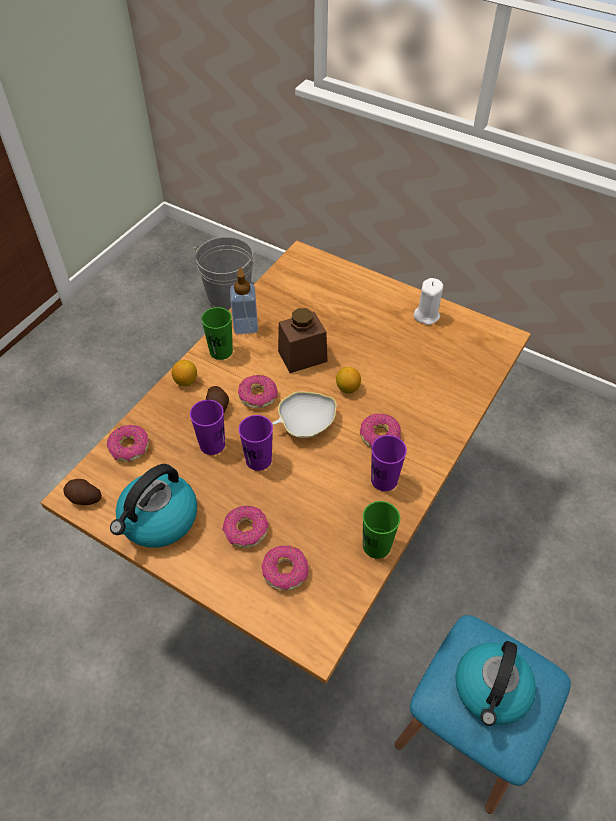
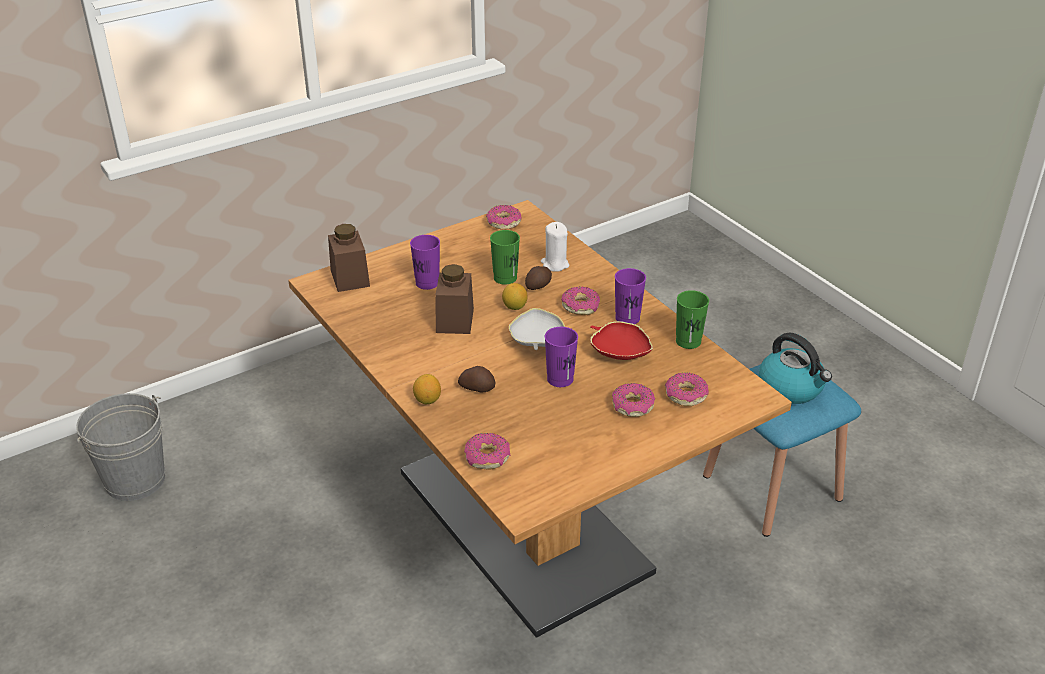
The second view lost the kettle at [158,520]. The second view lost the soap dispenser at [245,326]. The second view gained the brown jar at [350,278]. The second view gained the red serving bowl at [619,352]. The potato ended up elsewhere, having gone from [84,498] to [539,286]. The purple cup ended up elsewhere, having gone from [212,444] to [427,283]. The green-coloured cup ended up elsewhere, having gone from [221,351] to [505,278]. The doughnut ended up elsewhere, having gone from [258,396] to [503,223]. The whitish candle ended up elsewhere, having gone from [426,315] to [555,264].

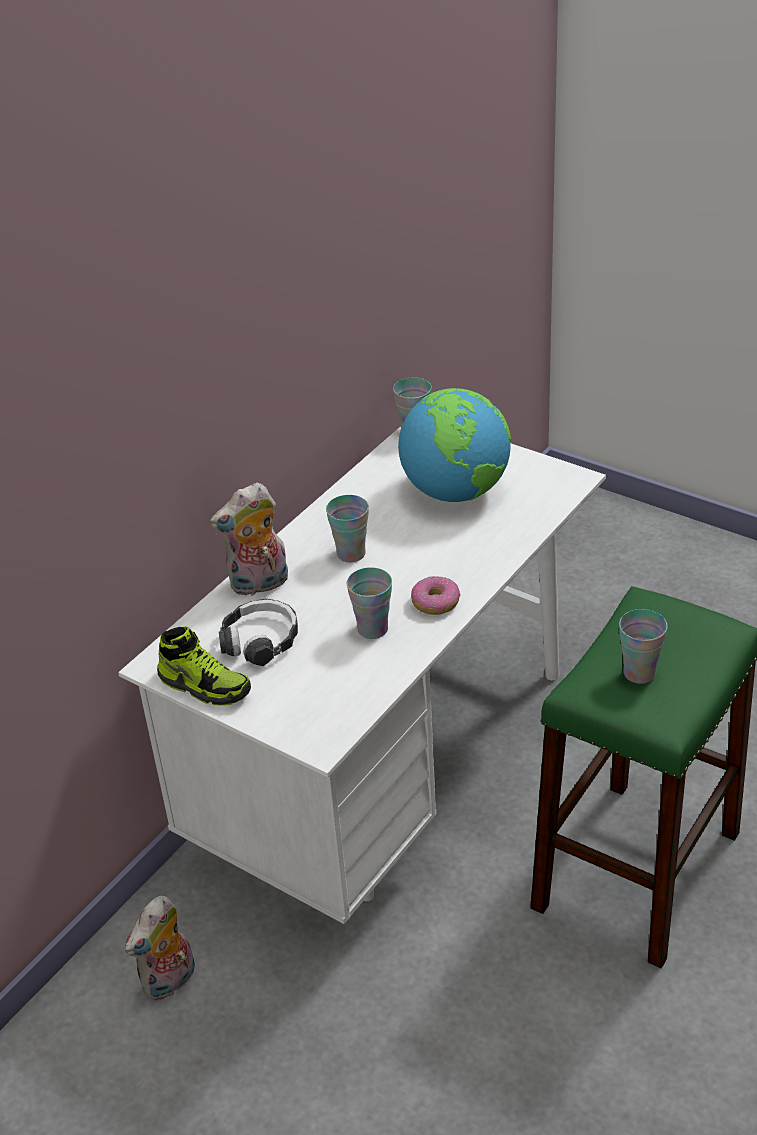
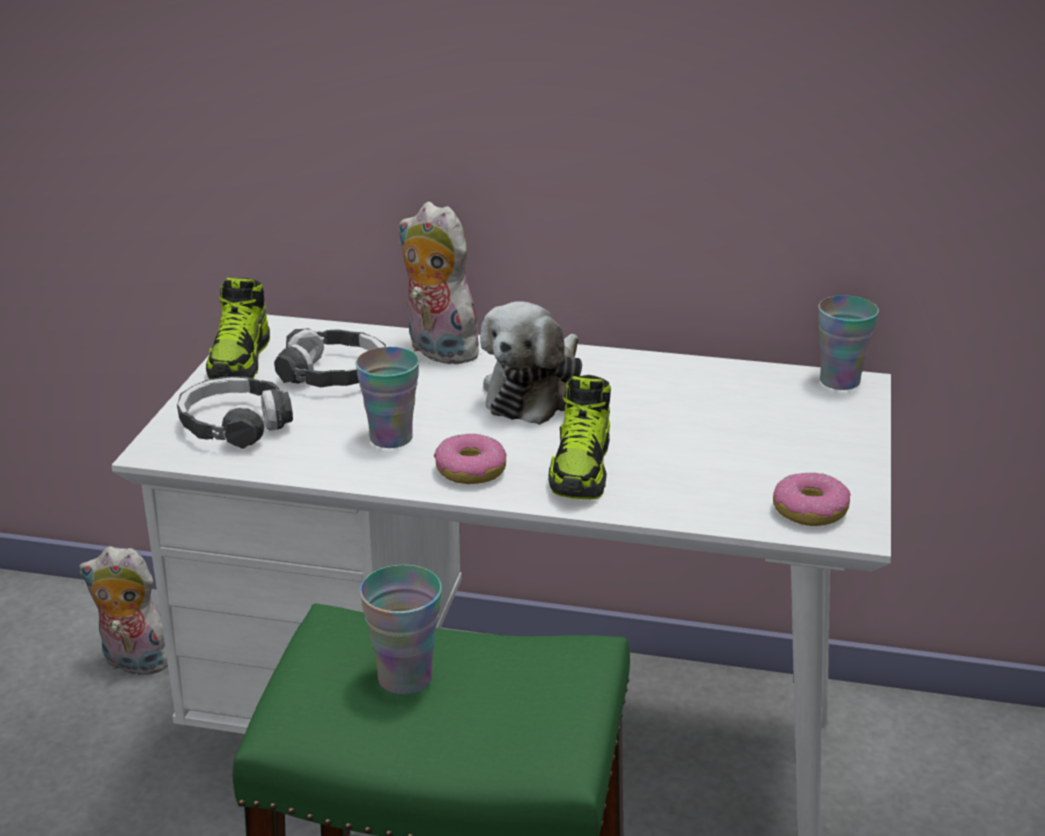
The second view lost the desk globe at [456,491]. The second view gained the headset at [235,425]. The second view gained the shoe at [582,470]. The second view gained the doughnut at [810,510]. Where the cup stood at [351,554], the cuddly toy came to stand at [535,393].

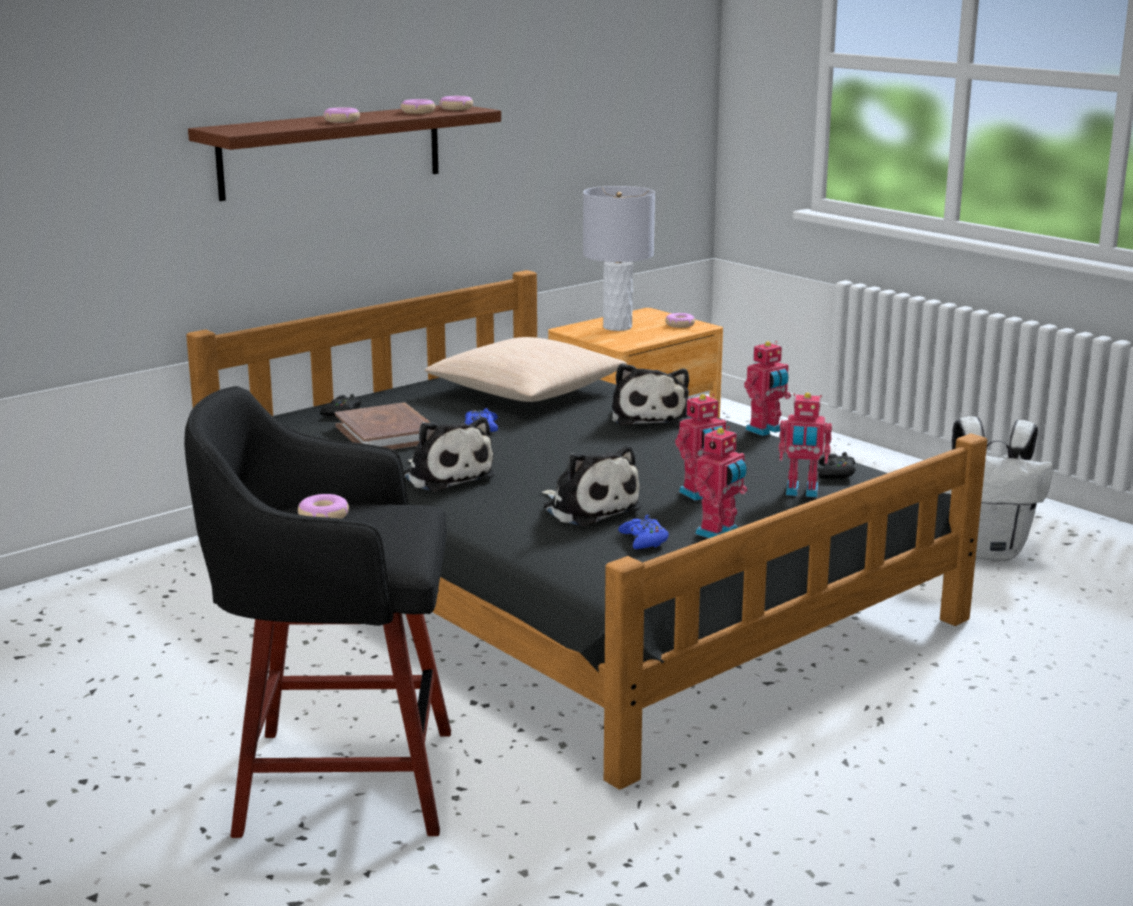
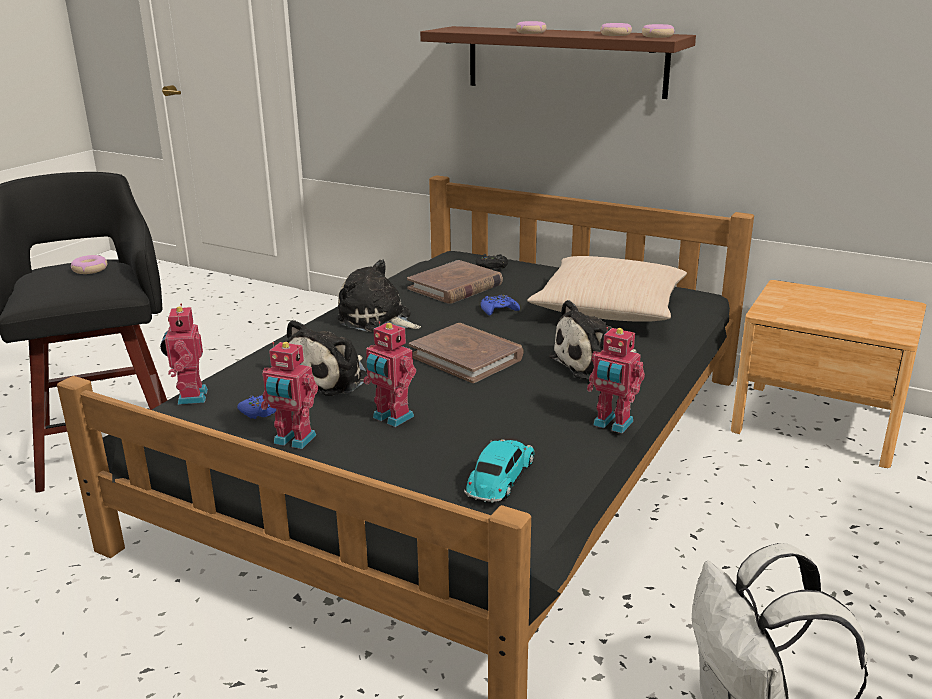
The second view lost the grey table lamp at [617,327]. The second view lost the doughnut at [680,325]. The second view gained the brown volume at [466,357]. The toy robot ended up elsewhere, having gone from [802,492] to [190,397]. Where the black gamepad stood at [836,473], the toy car came to stand at [500,479]. The cuddly toy at [446,475] ended up facing another way, 90 degrees clockwise from before.

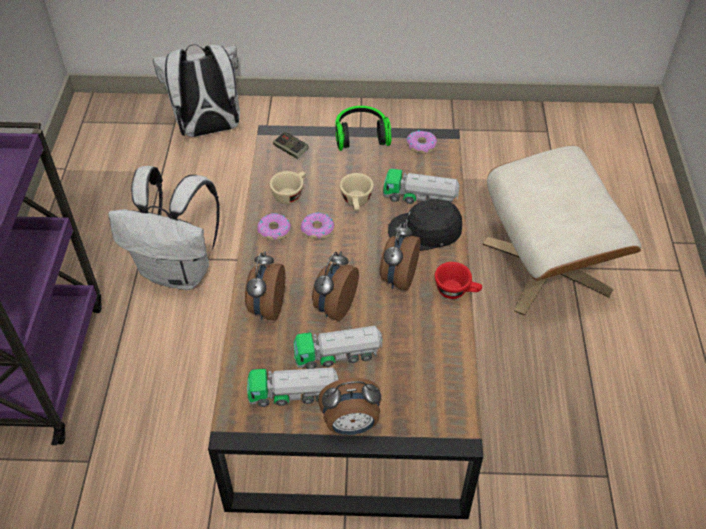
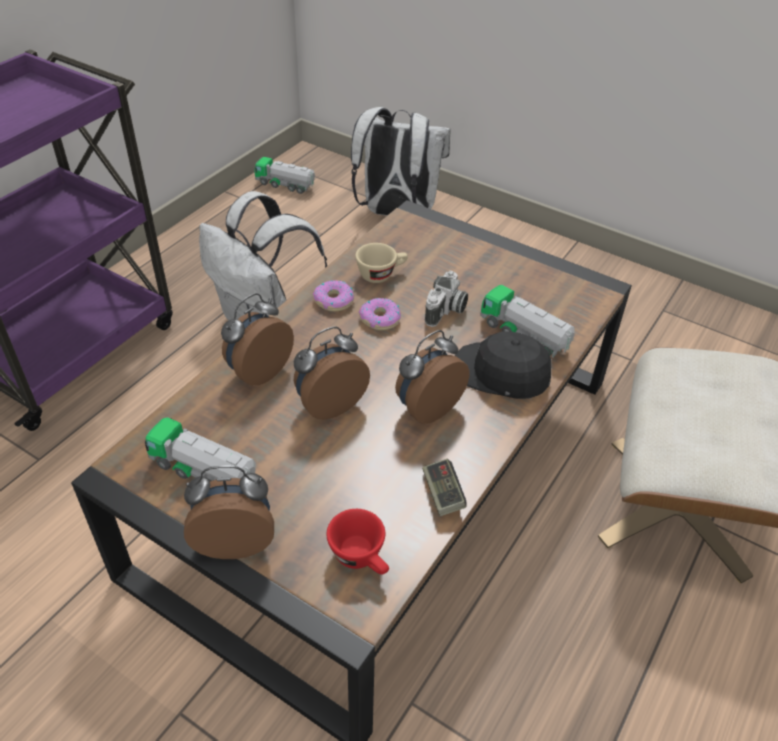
The second view lost the headset at [361,136]. The second view lost the doughnut at [421,145]. The gamepad ended up elsewhere, having gone from [290,150] to [442,494]. The toy lorry ended up elsewhere, having gone from [337,355] to [285,185]. The red cup ended up elsewhere, having gone from [456,291] to [362,558]. Where the beige cup stood at [357,203], the still camera came to stand at [446,311]. The table clock at [351,425] ended up facing another way, 150 degrees clockwise from before.

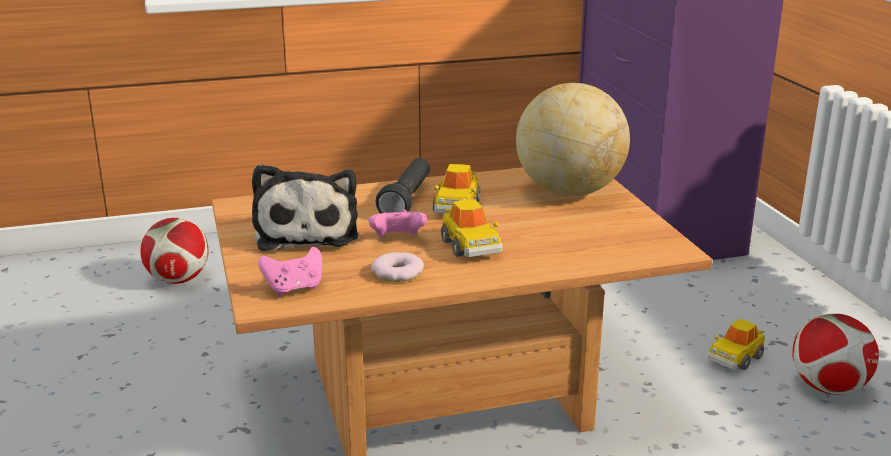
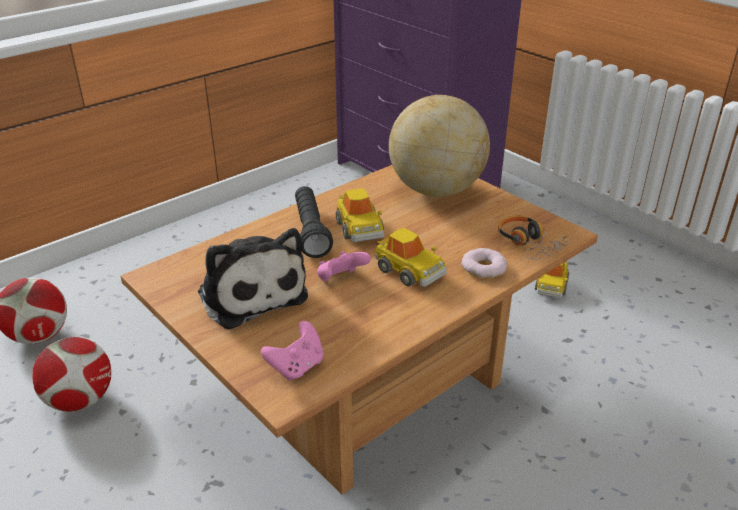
The second view gained the headset at [529,243]. The doughnut ended up elsewhere, having gone from [398,273] to [484,267]. The football ball ended up elsewhere, having gone from [828,388] to [80,401].

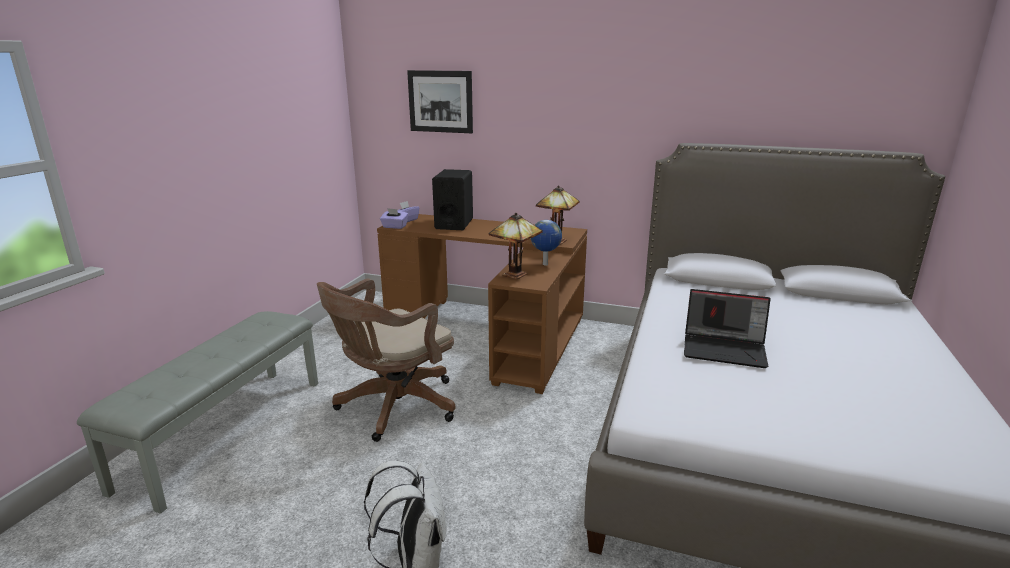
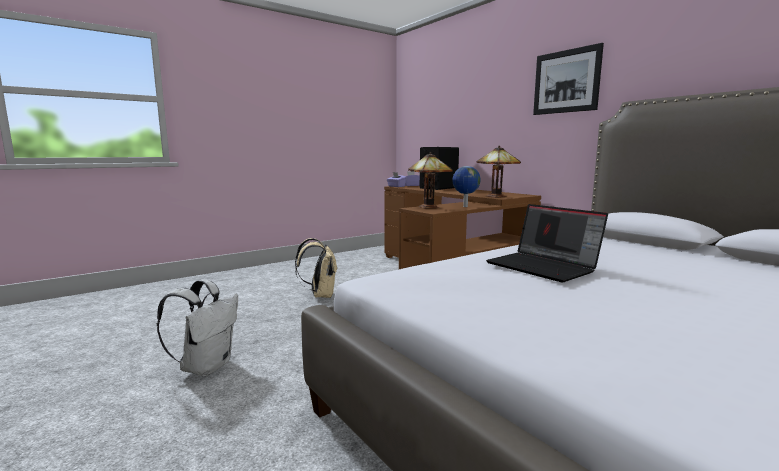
The second view lost the grey bench at [225,431]. The wall art ended up elsewhere, having gone from [440,101] to [566,81]. Where the brown computer chair stood at [393,408], the beige backpack came to stand at [320,295].

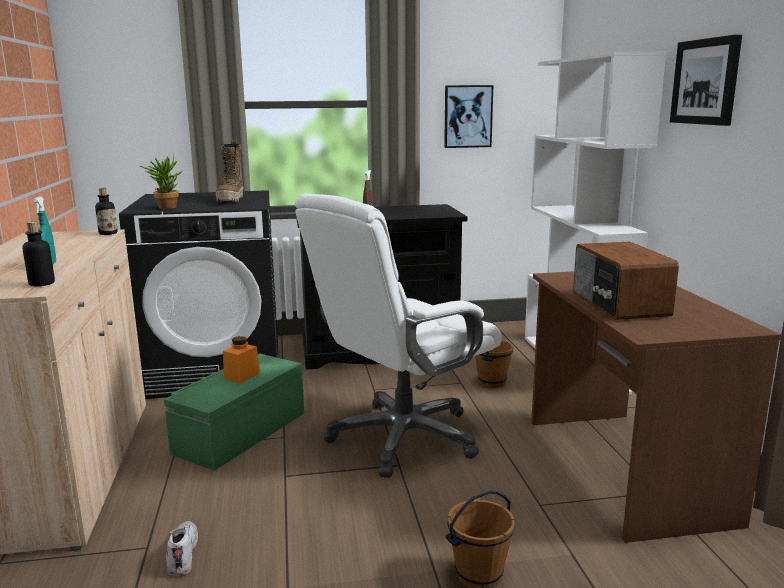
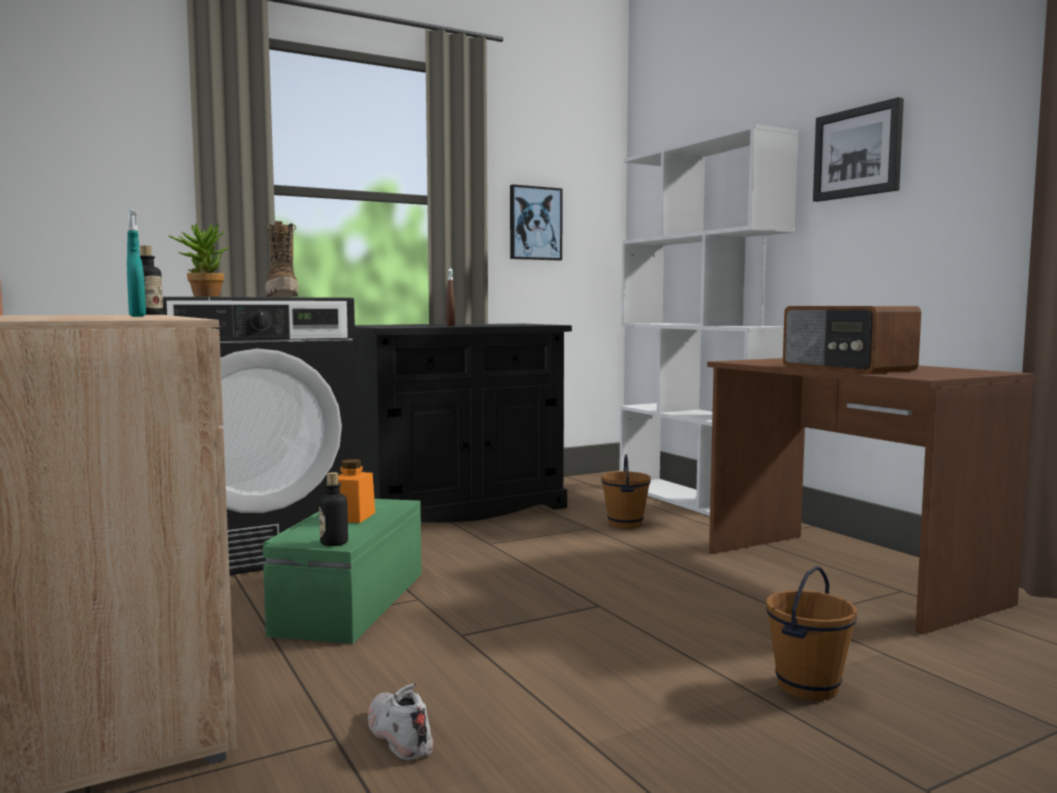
The second view lost the whitish computer chair at [403,438]. The beverage bottle ended up elsewhere, having gone from [42,283] to [334,543].

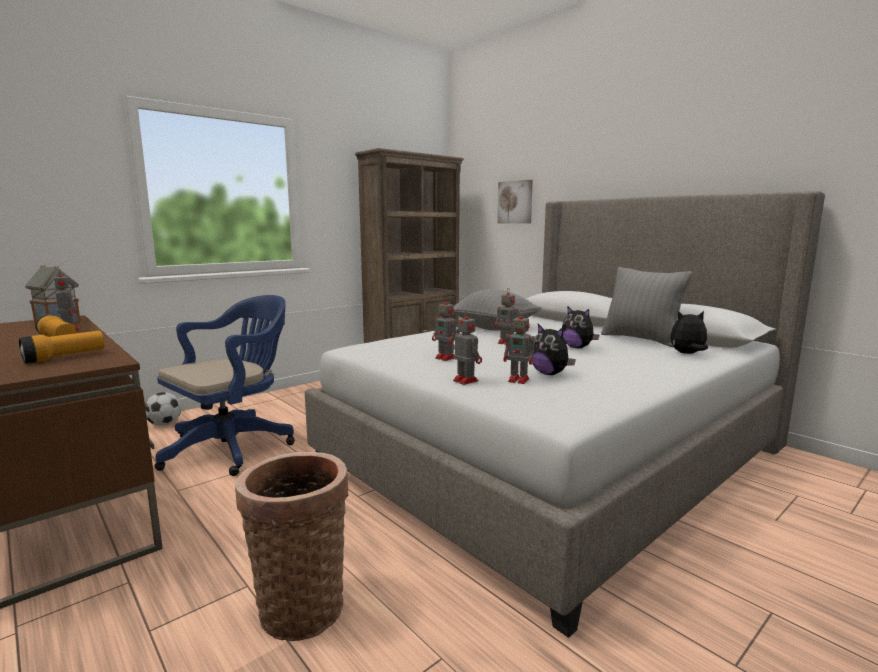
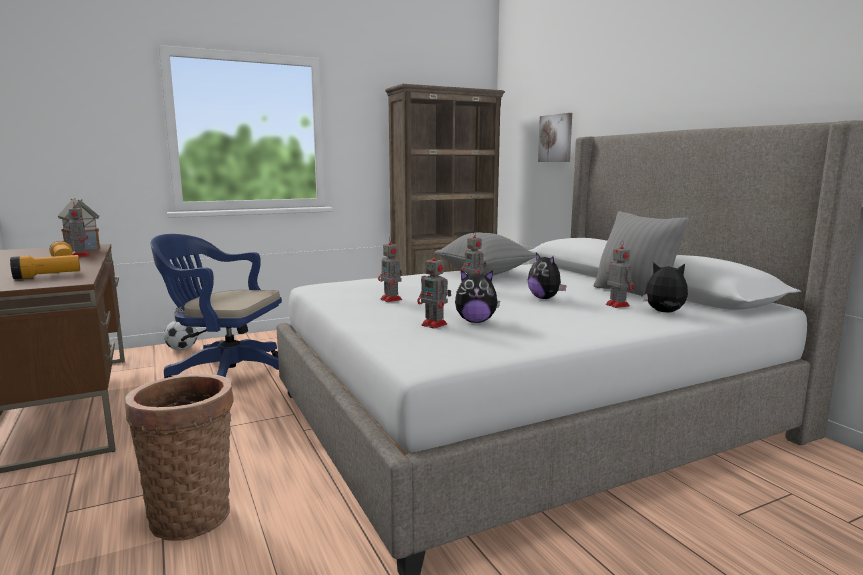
The toy robot ended up elsewhere, having gone from [464,380] to [616,305]. The blue computer chair at [233,447] ended up facing another way, 135 degrees counterclockwise from before. The cuddly toy at [550,374] ended up facing another way, 60 degrees counterclockwise from before.

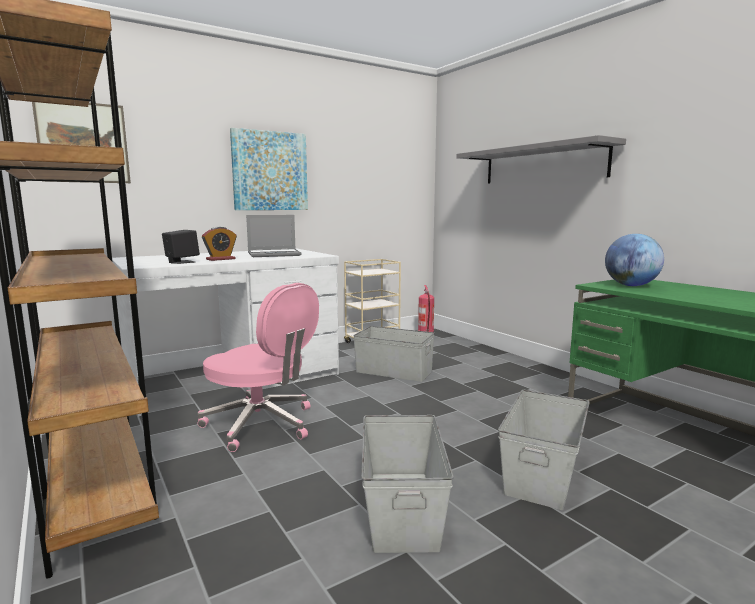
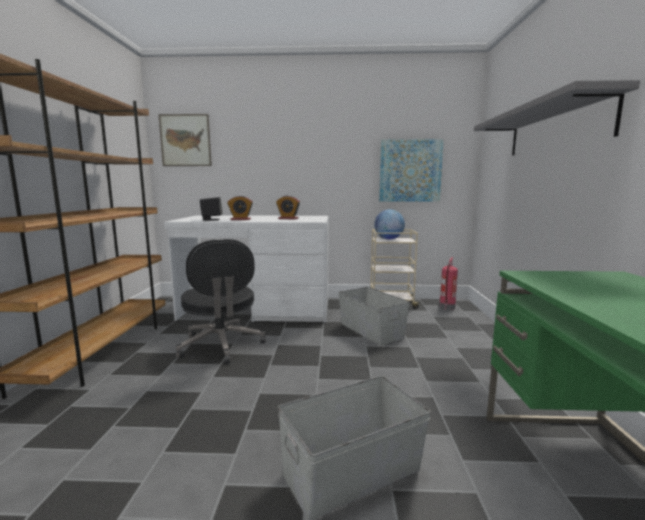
The second view lost the grey storage container at [401,508]. The wall art ended up elsewhere, having gone from [270,171] to [410,170]. The desk globe ended up elsewhere, having gone from [631,285] to [388,239]. Where the laptop stood at [274,254], the table clock came to stand at [288,218]. What was the pink-coloured computer chair at [262,424] turned into the black computer chair at [221,345].

